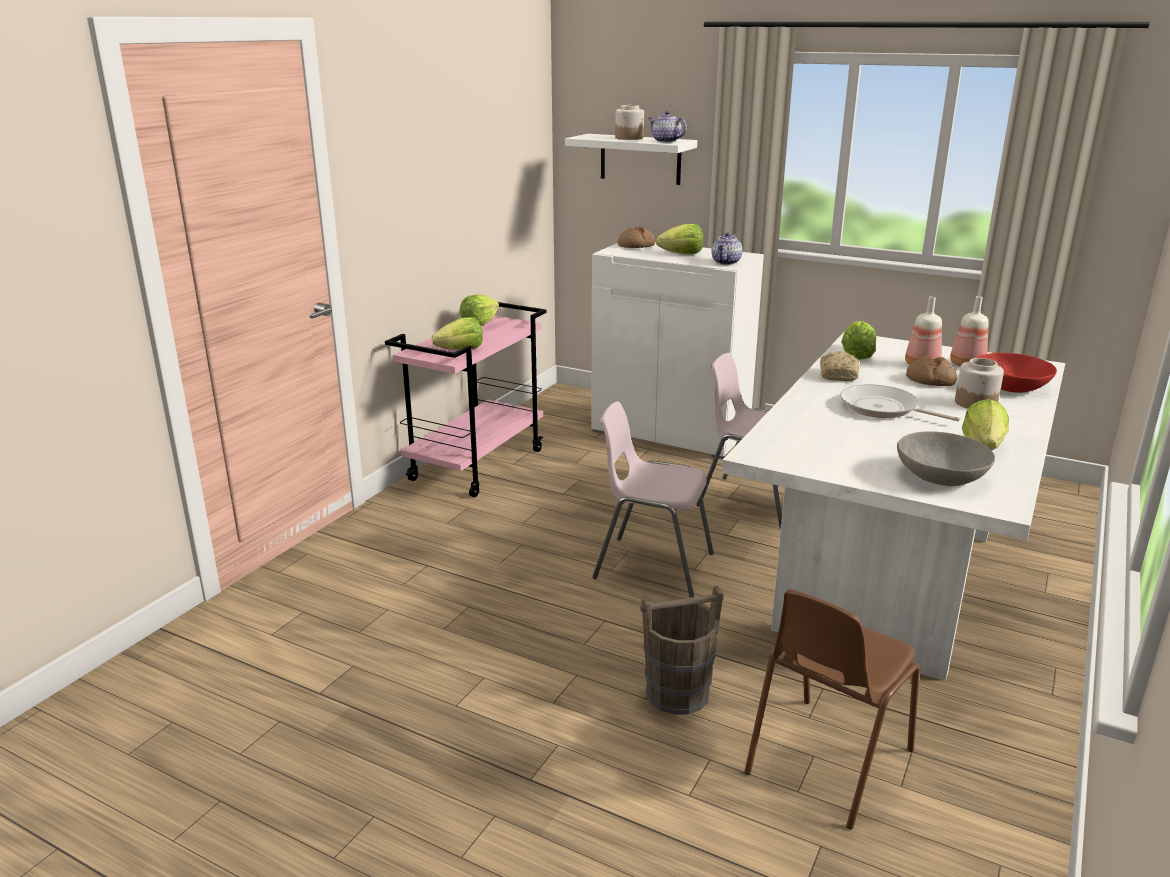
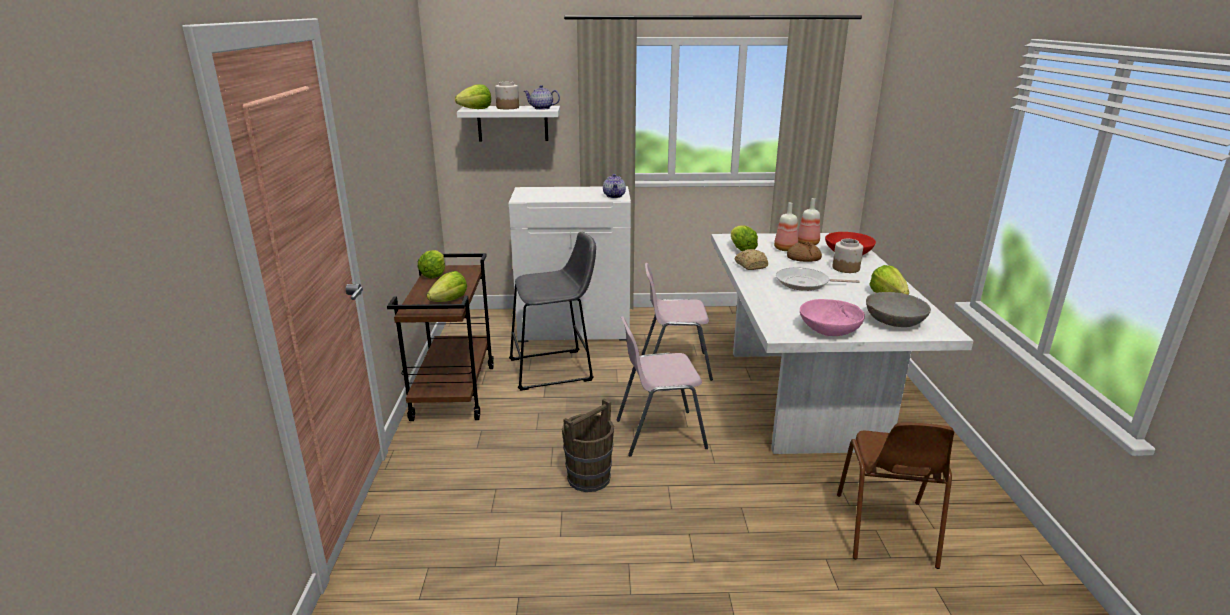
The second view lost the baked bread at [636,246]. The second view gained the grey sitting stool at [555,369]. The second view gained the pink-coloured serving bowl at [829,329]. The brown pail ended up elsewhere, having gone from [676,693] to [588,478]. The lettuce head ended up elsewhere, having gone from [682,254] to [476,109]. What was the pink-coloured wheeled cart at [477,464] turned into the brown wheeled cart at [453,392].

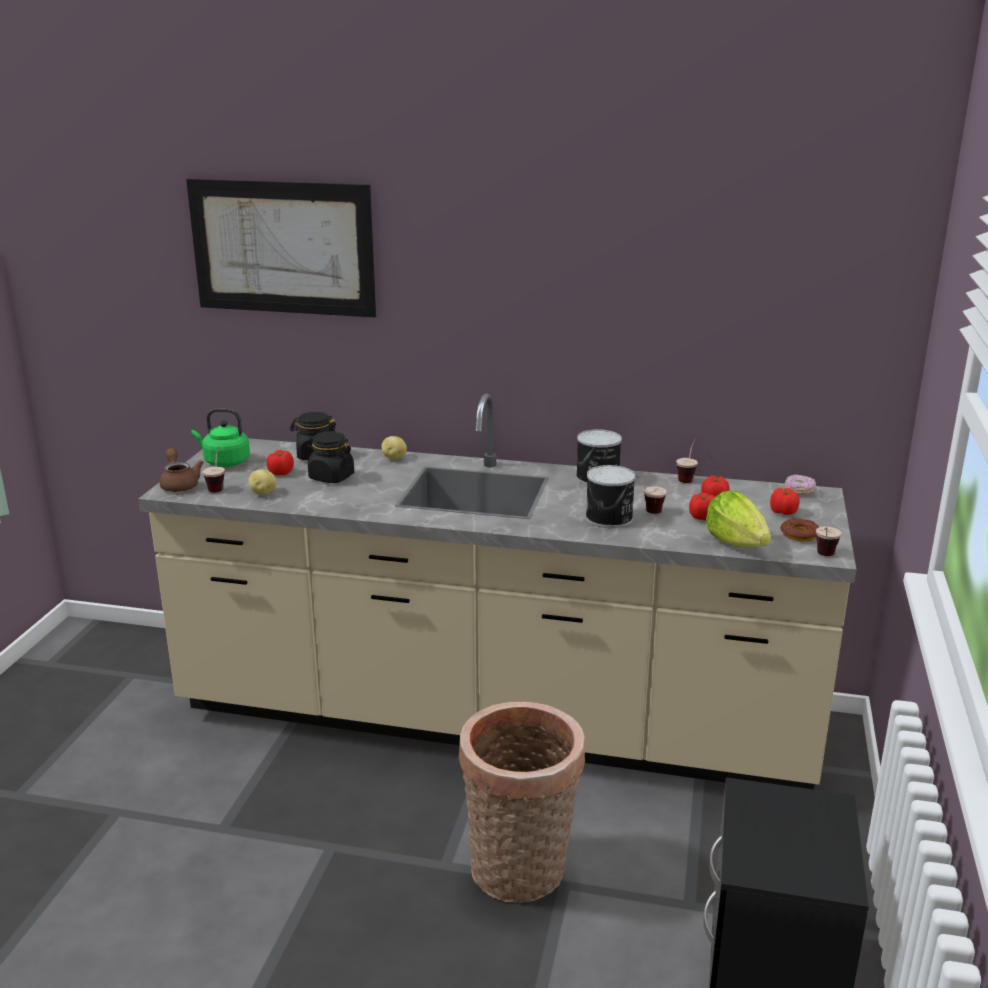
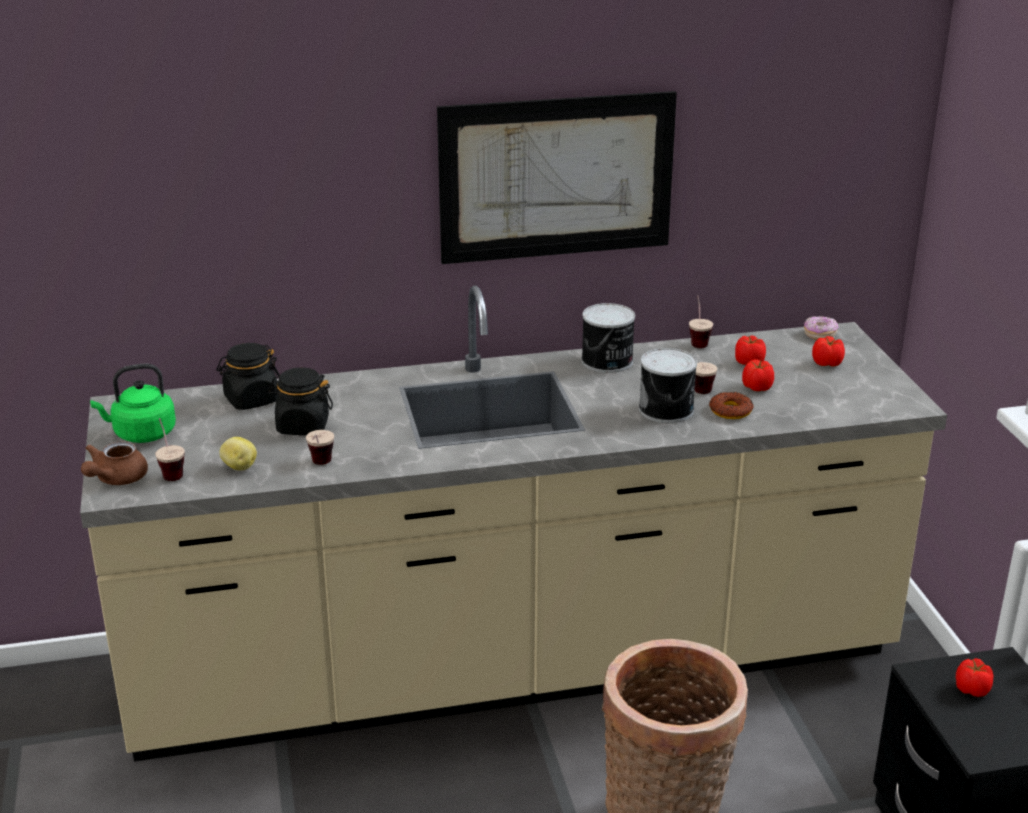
The second view lost the potato at [393,458]. The second view lost the lettuce head at [736,543]. The wall art ended up elsewhere, having gone from [282,248] to [556,177]. The whole tomato ended up elsewhere, having gone from [281,473] to [972,689]. The doughnut ended up elsewhere, having gone from [799,534] to [730,411]. The cup ended up elsewhere, having gone from [823,557] to [320,466]. The brown tea pot at [179,484] ended up facing another way, 105 degrees counterclockwise from before.

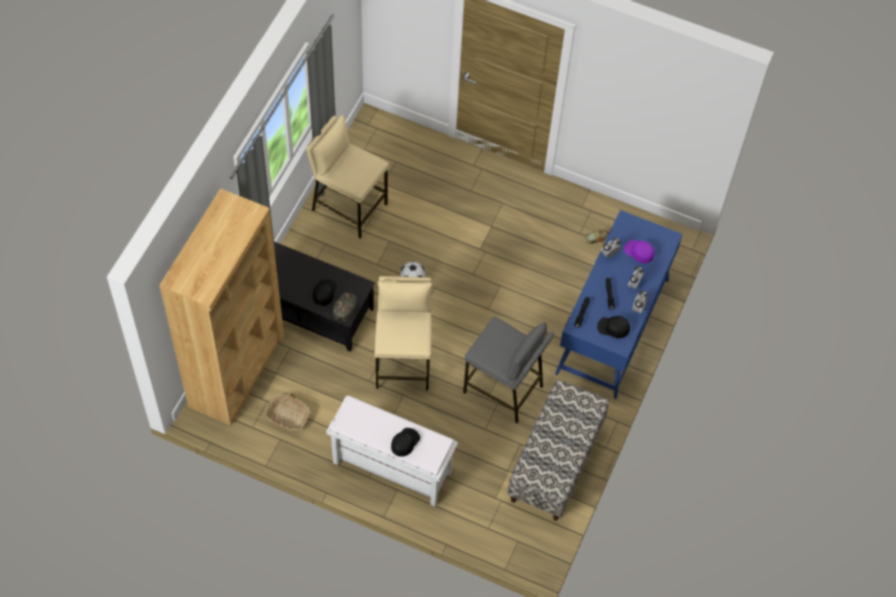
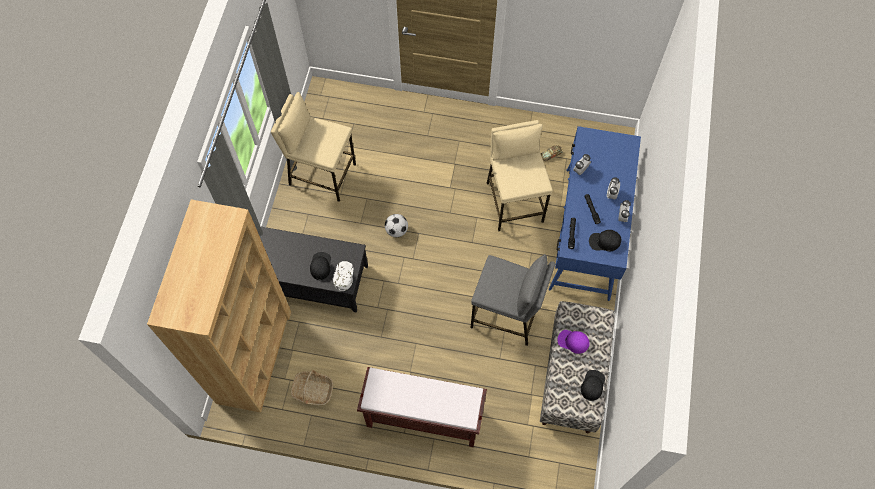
The beige sitting stool ended up elsewhere, having gone from [403,361] to [514,202]. The black baseball cap ended up elsewhere, having gone from [405,442] to [592,385]. The purple baseball cap ended up elsewhere, having gone from [639,252] to [573,342]. What was the whitish bench at [390,467] turned into the brown bench at [422,418]. What was the green-coloured baseball cap at [344,307] turned into the whitish baseball cap at [343,276].

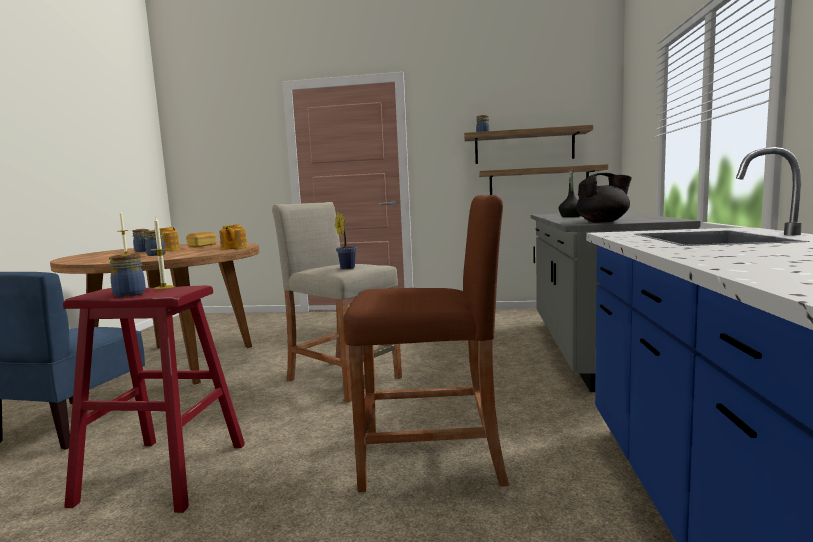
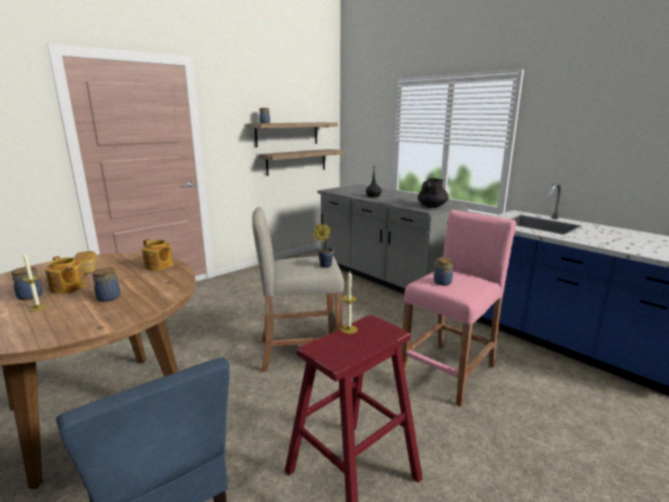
The jar ended up elsewhere, having gone from [129,294] to [441,282]. What was the brown sitting stool at [431,459] turned into the pink-coloured sitting stool at [449,372].

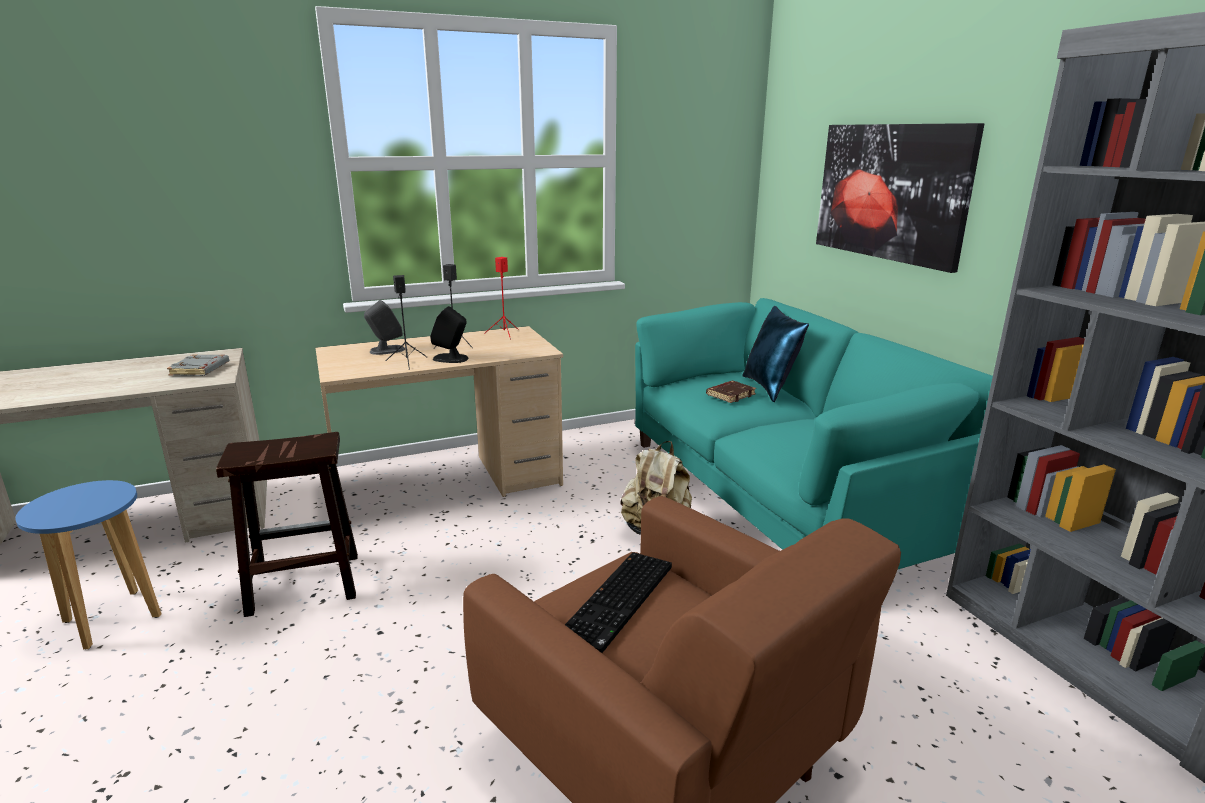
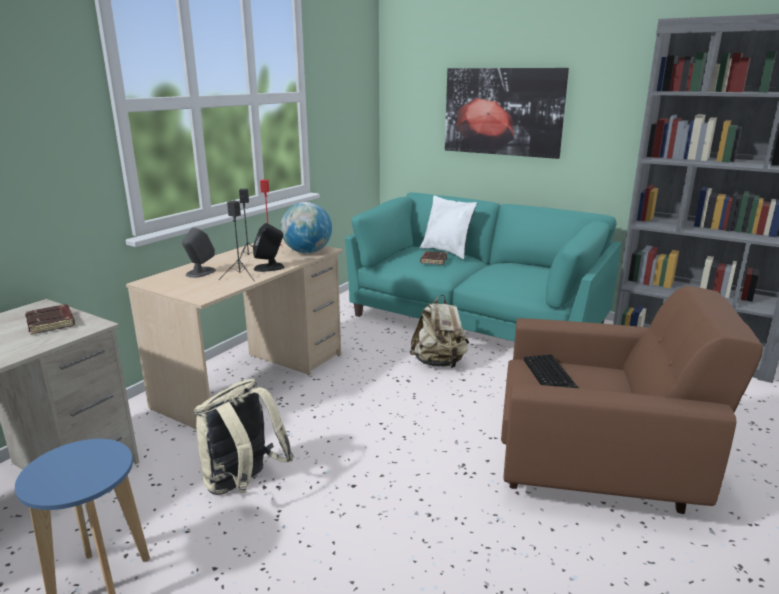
The second view gained the desk globe at [307,252]. Where the brown sitting stool stood at [302,584], the beige backpack came to stand at [243,484]. What was the grey volume at [200,370] turned into the brown volume at [52,323]. What was the blue pillow at [770,388] turned into the whitish pillow at [447,252].

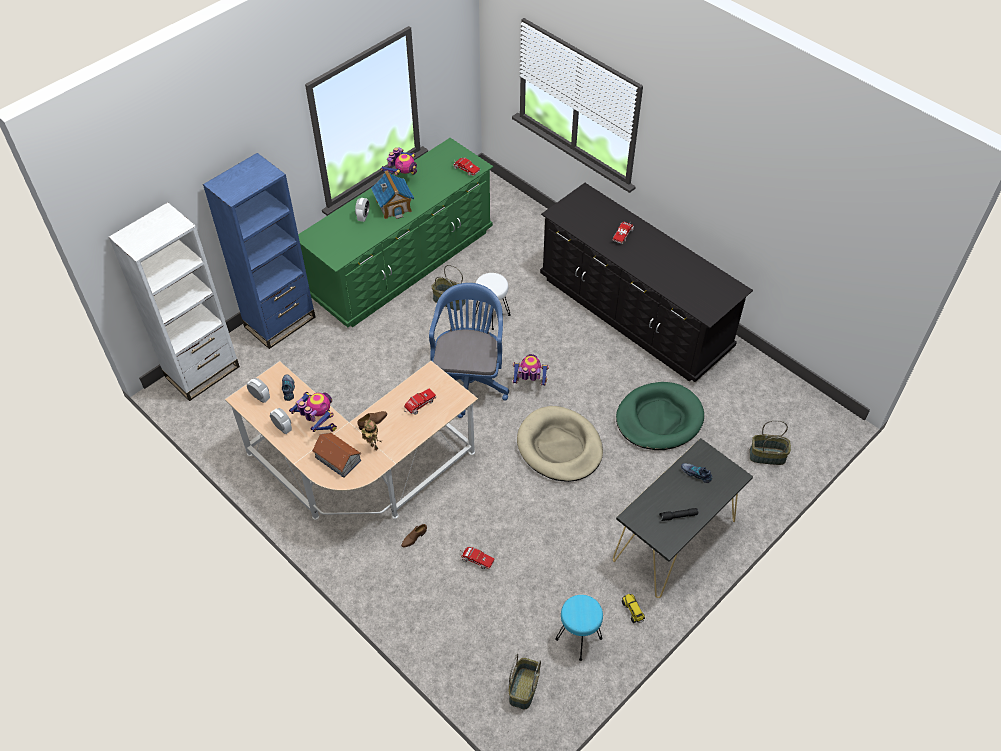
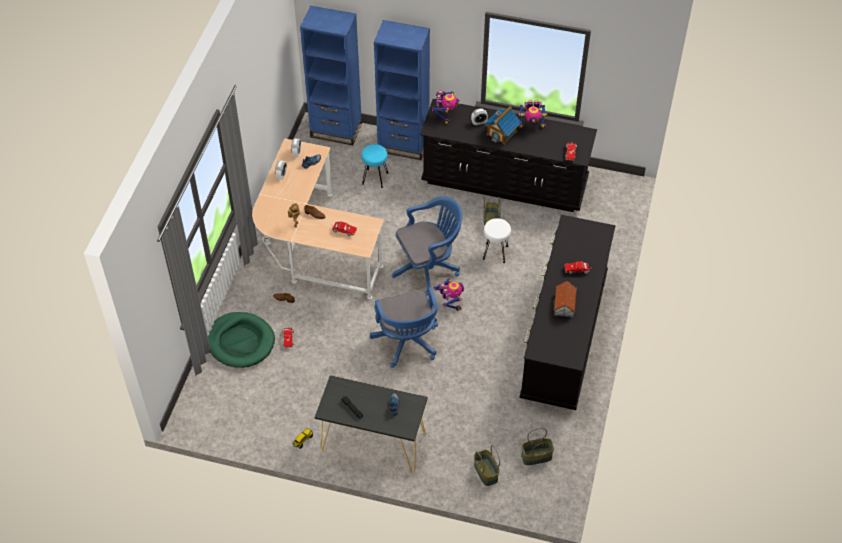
The toy robot ended up elsewhere, having gone from [317,423] to [445,114]. The toy house ended up elsewhere, having gone from [338,459] to [564,305]. The basket ended up elsewhere, having gone from [524,689] to [536,457]. The turquoise-coloured sitting stool ended up elsewhere, having gone from [578,638] to [375,178]. The green-coloured dog cushion ended up elsewhere, having gone from [659,419] to [240,342]. Where the beige dog cushion stood at [559,447], the blue computer chair came to stand at [407,343]. What was the whitish shelving unit at [202,372] turned into the blue shelving unit at [336,130]. What was the green-coloured chest of drawers at [403,264] turned into the black chest of drawers at [504,181].

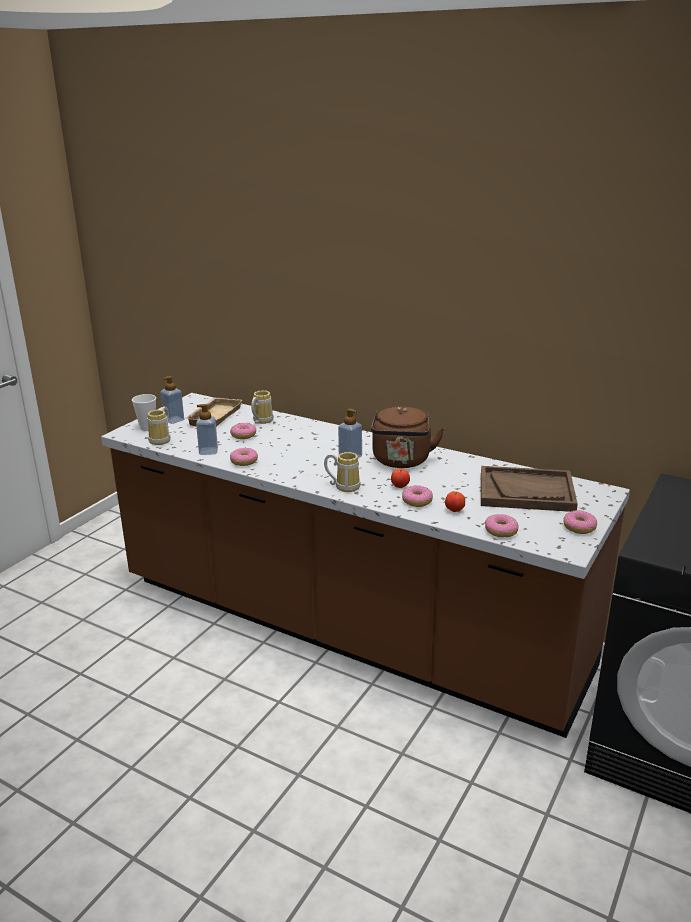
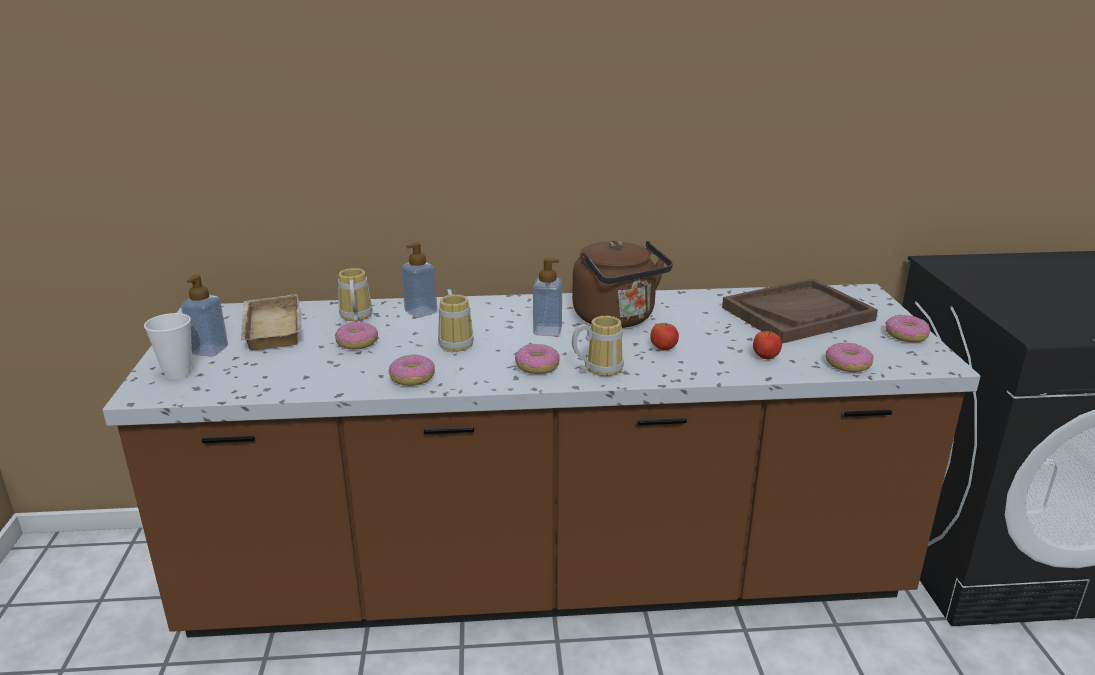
The tea mug ended up elsewhere, having gone from [162,440] to [457,342]. The soap dispenser ended up elsewhere, having gone from [208,451] to [421,312]. The doughnut ended up elsewhere, having gone from [417,501] to [537,366].

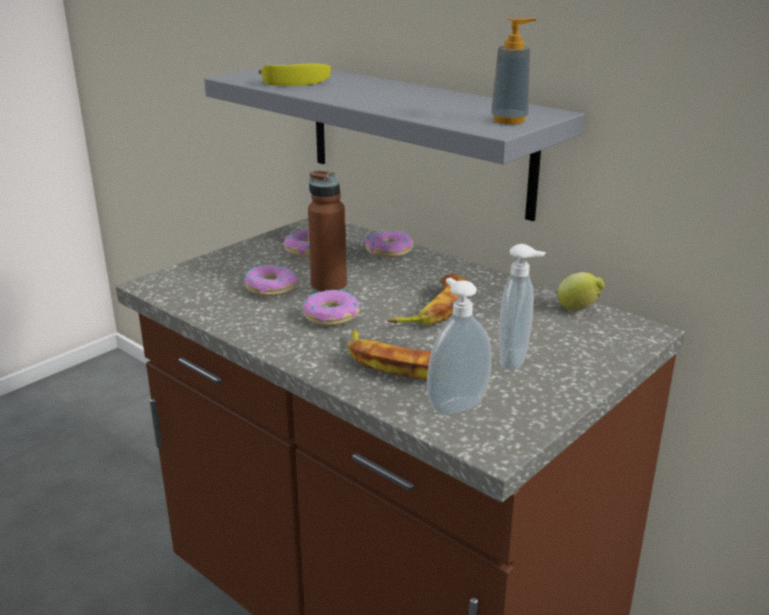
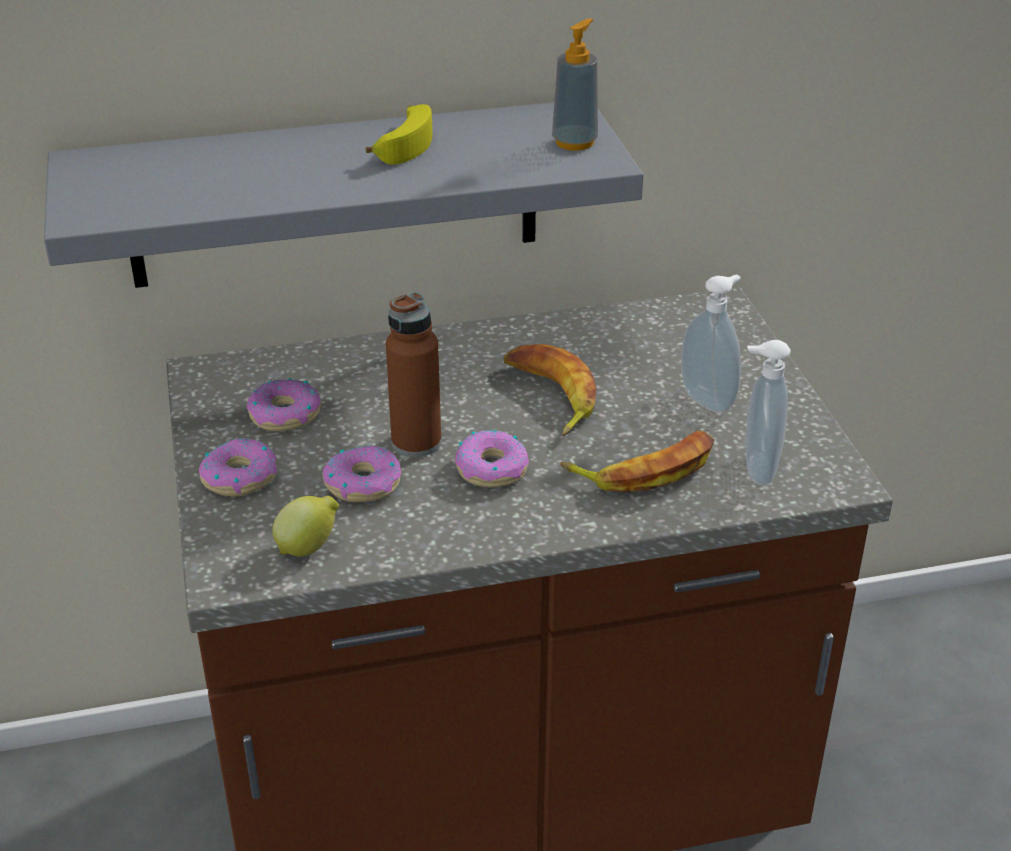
The whole banana ended up elsewhere, having gone from [298,82] to [403,143]. The doughnut ended up elsewhere, having gone from [388,251] to [239,477]. The lemon ended up elsewhere, having gone from [578,310] to [309,547].

